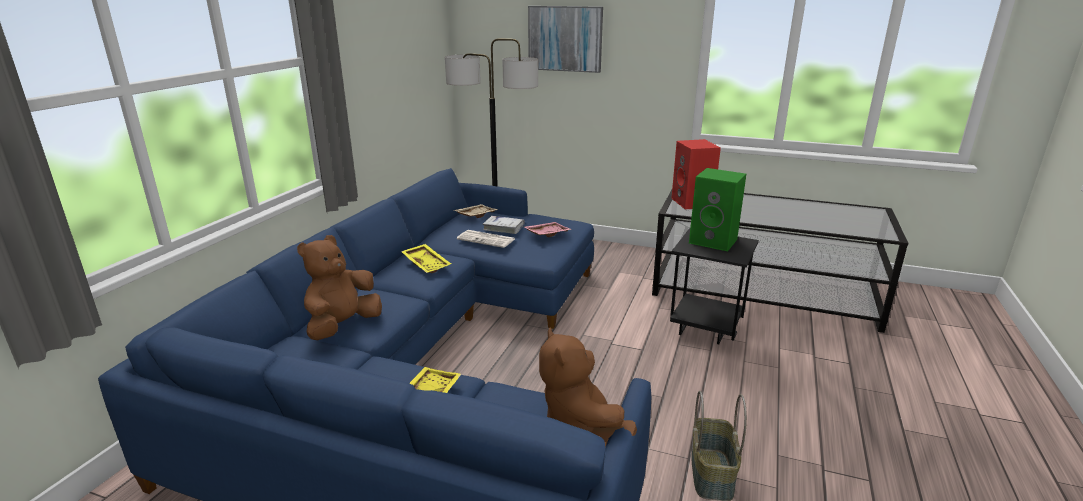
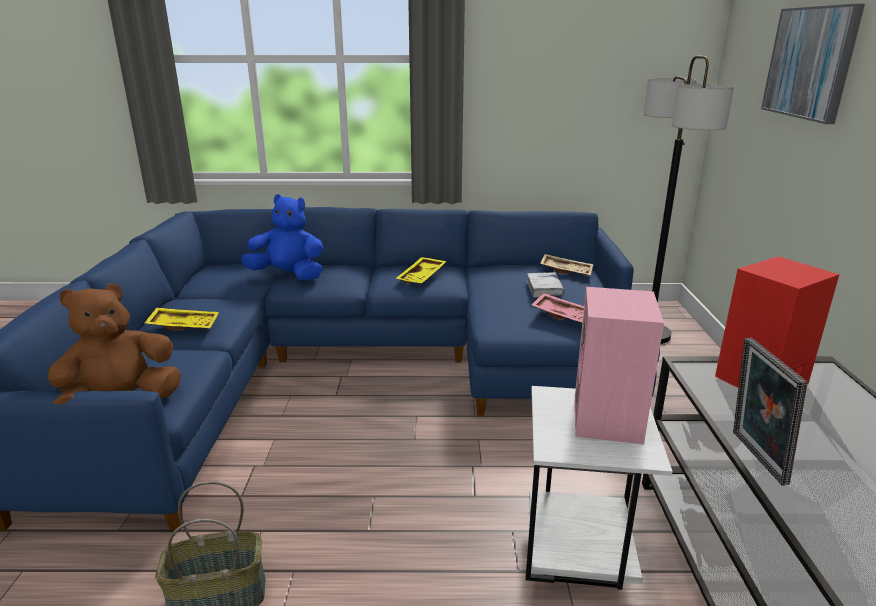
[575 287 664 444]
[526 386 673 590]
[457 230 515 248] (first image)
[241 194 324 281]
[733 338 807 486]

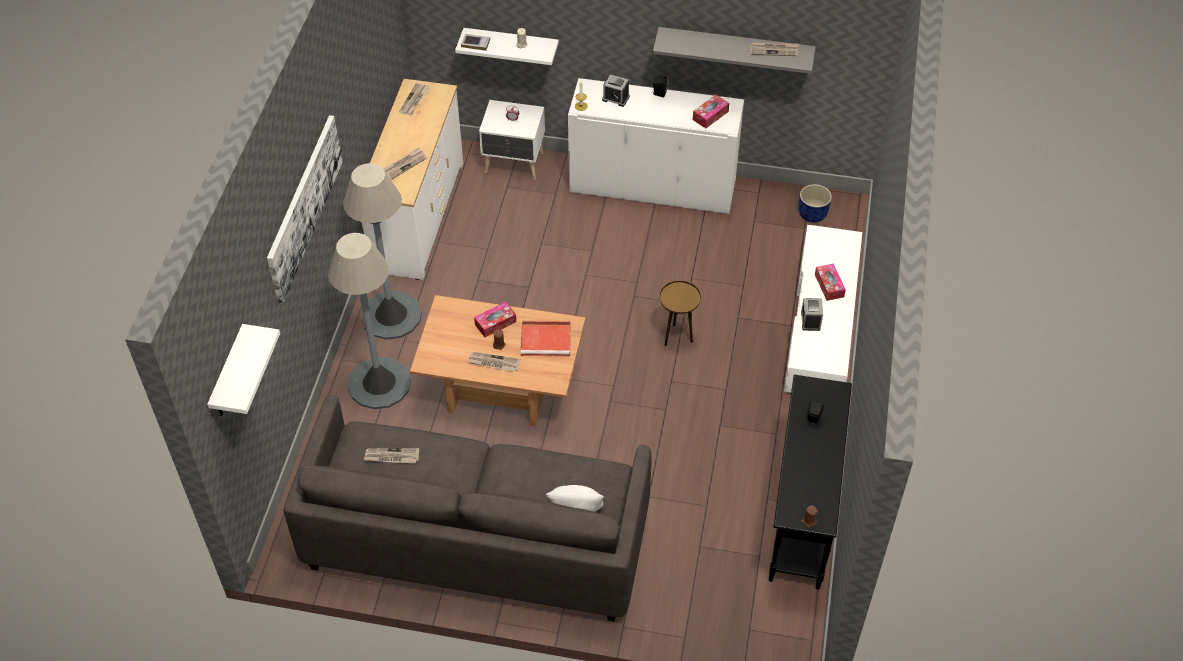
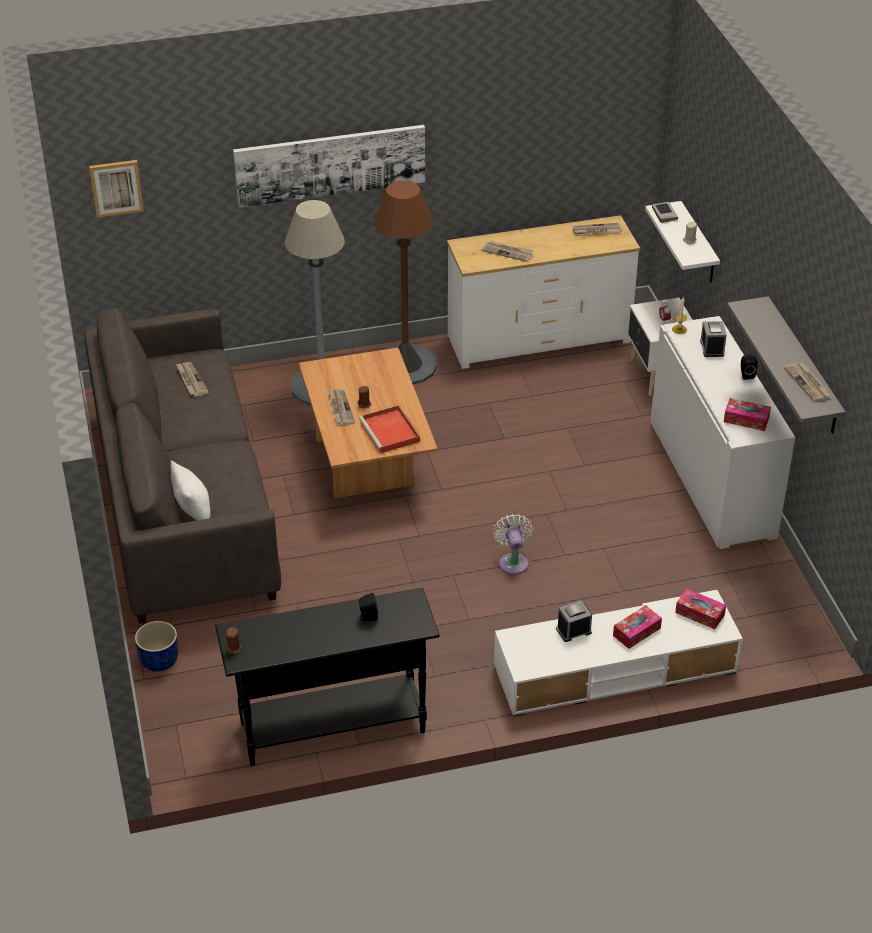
[374 181 437 385]
[135 621 178 672]
[493 514 533 575]
[675 589 726 629]
[89 160 144 218]

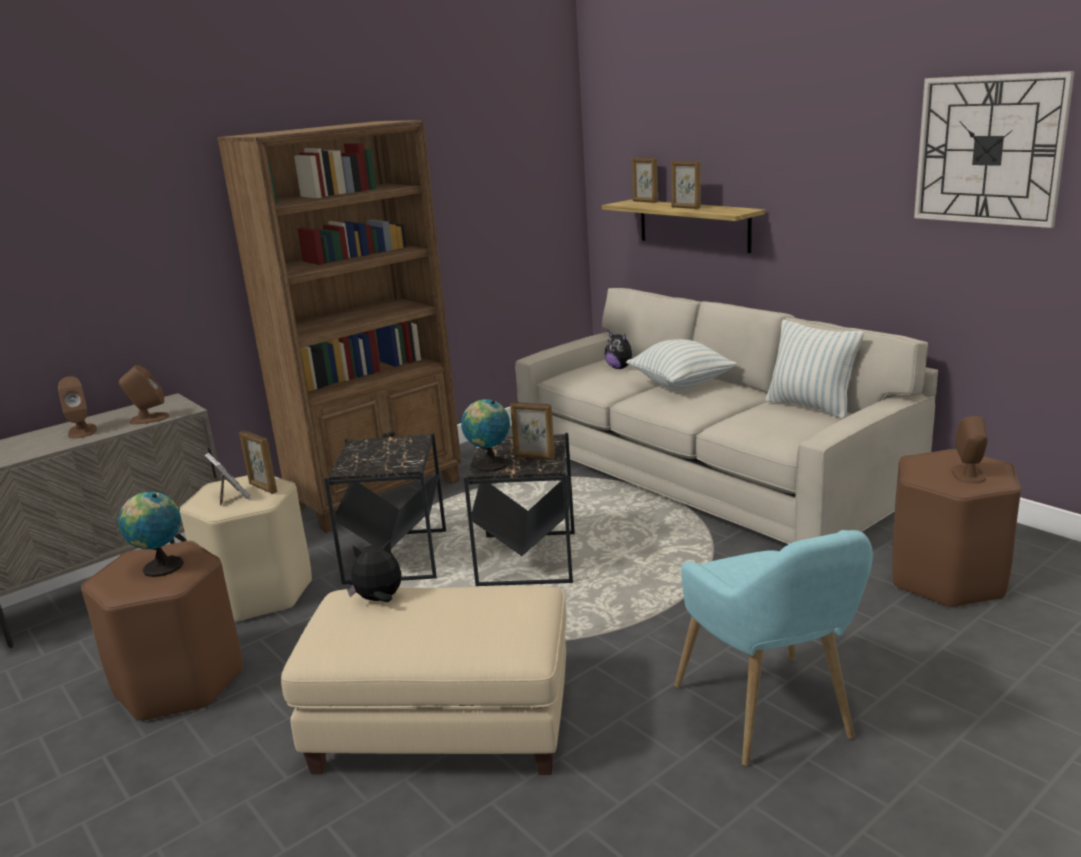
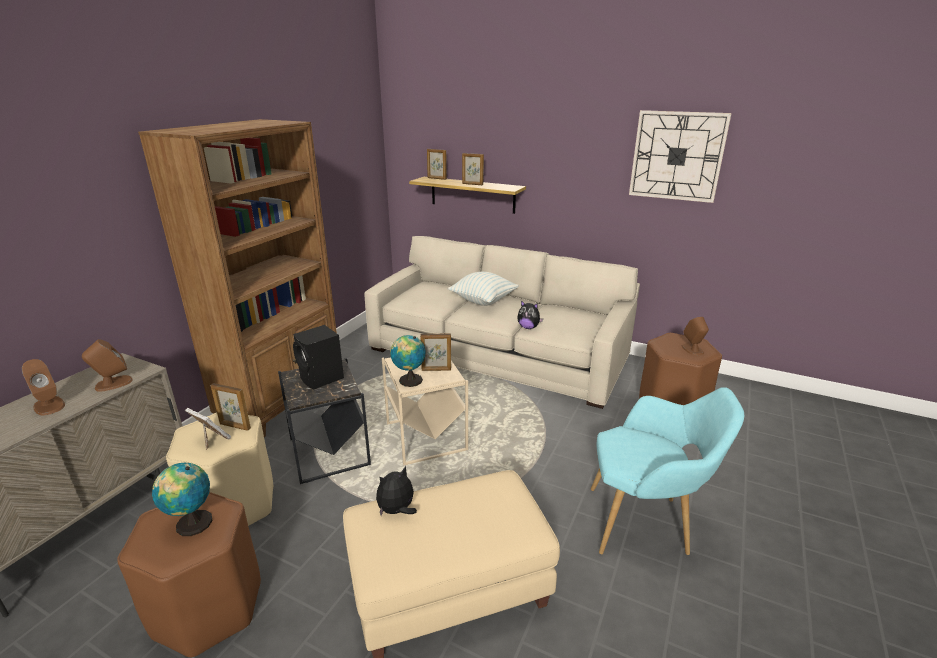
[766 320 864 419] (first image)
[517 301 544 329]
[382 357 468 465]
[591 387 744 555]
[293 325 344 390]

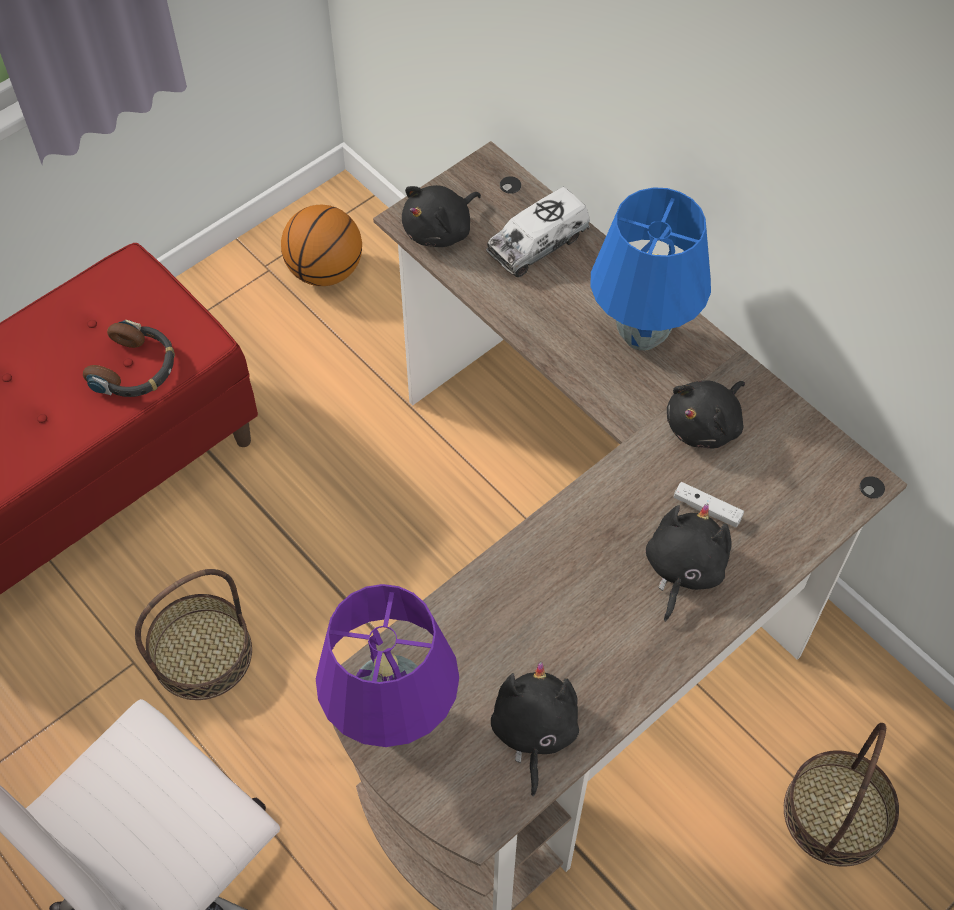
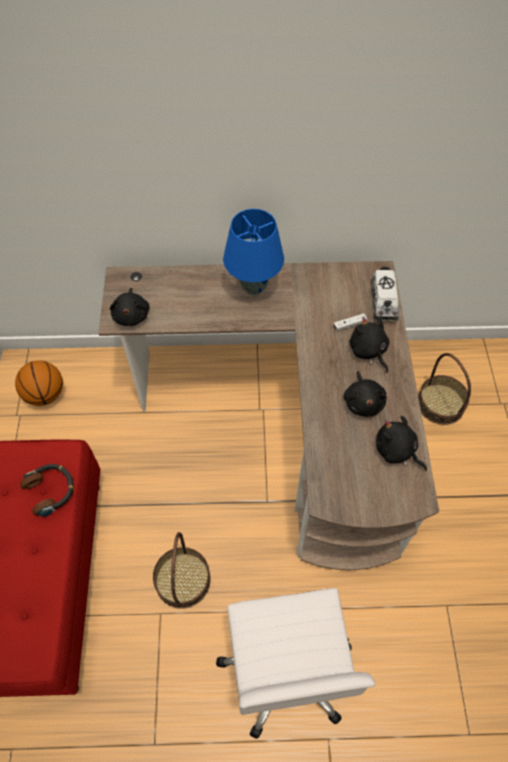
[371 270 399 322]
[344 371 387 417]
[316 584 459 747] (first image)

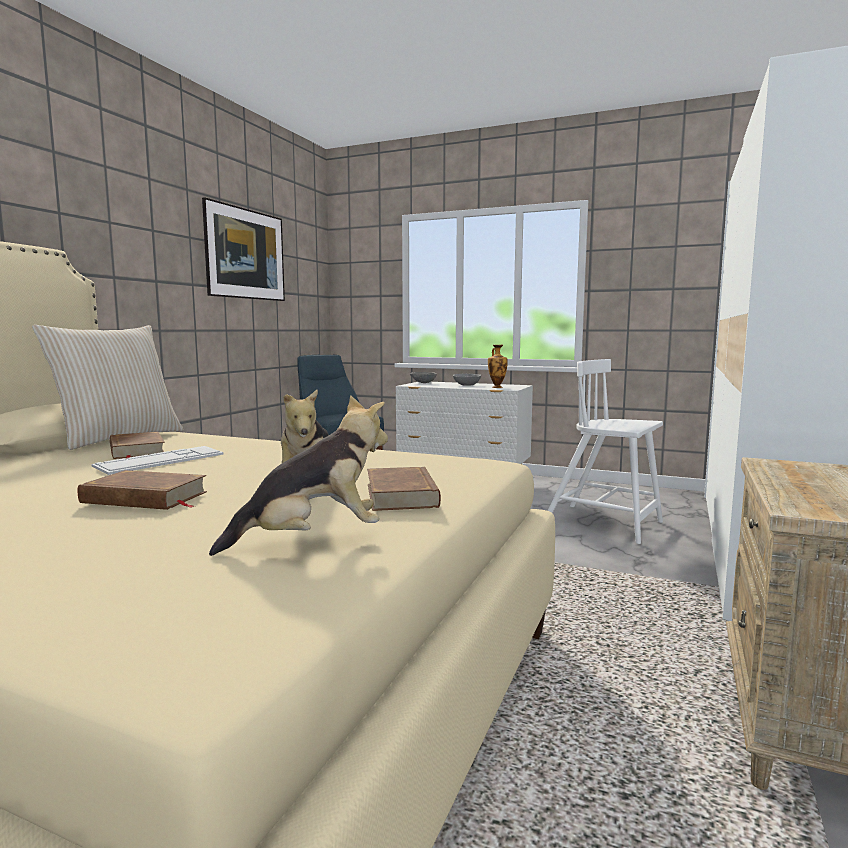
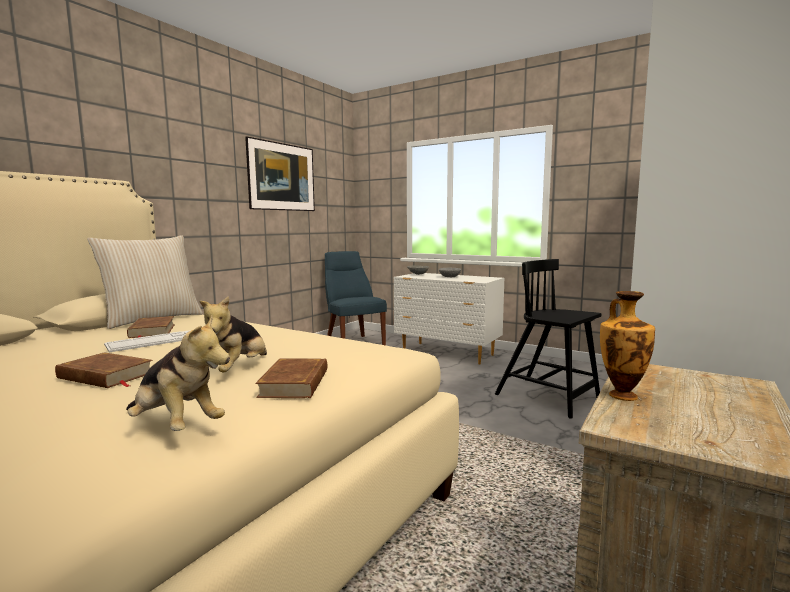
[600 291 655 401]
[495 259 602 419]
[126 315 230 431]

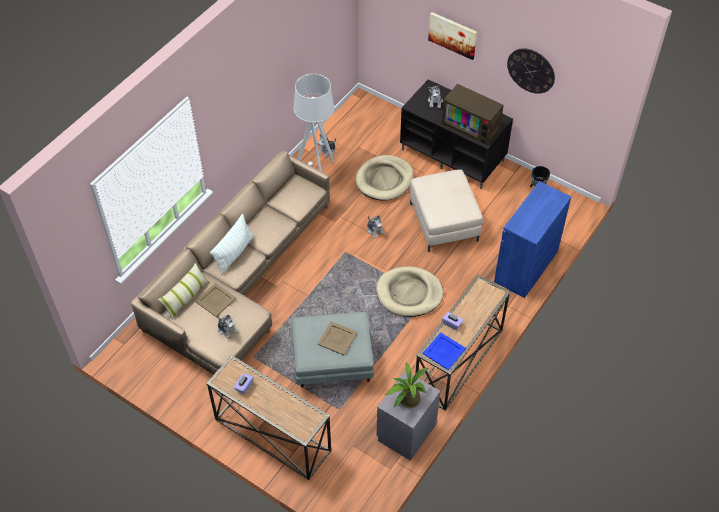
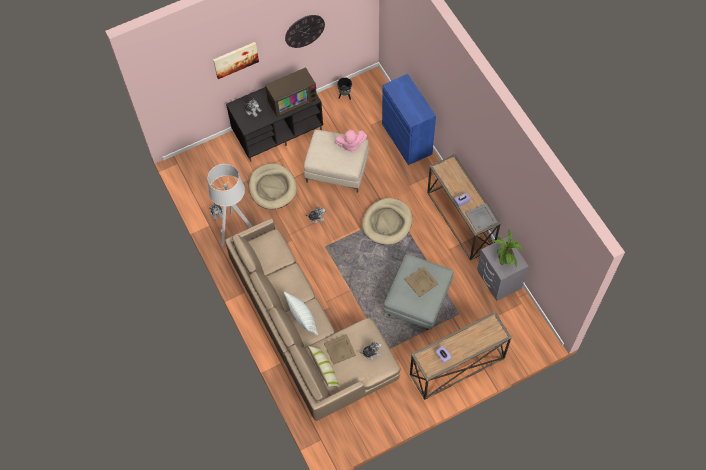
[465 203 498 232]
[335 130 367 153]

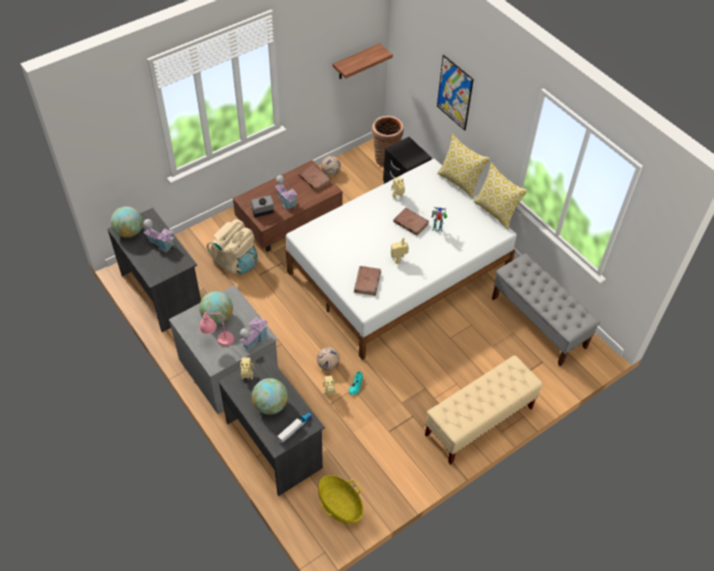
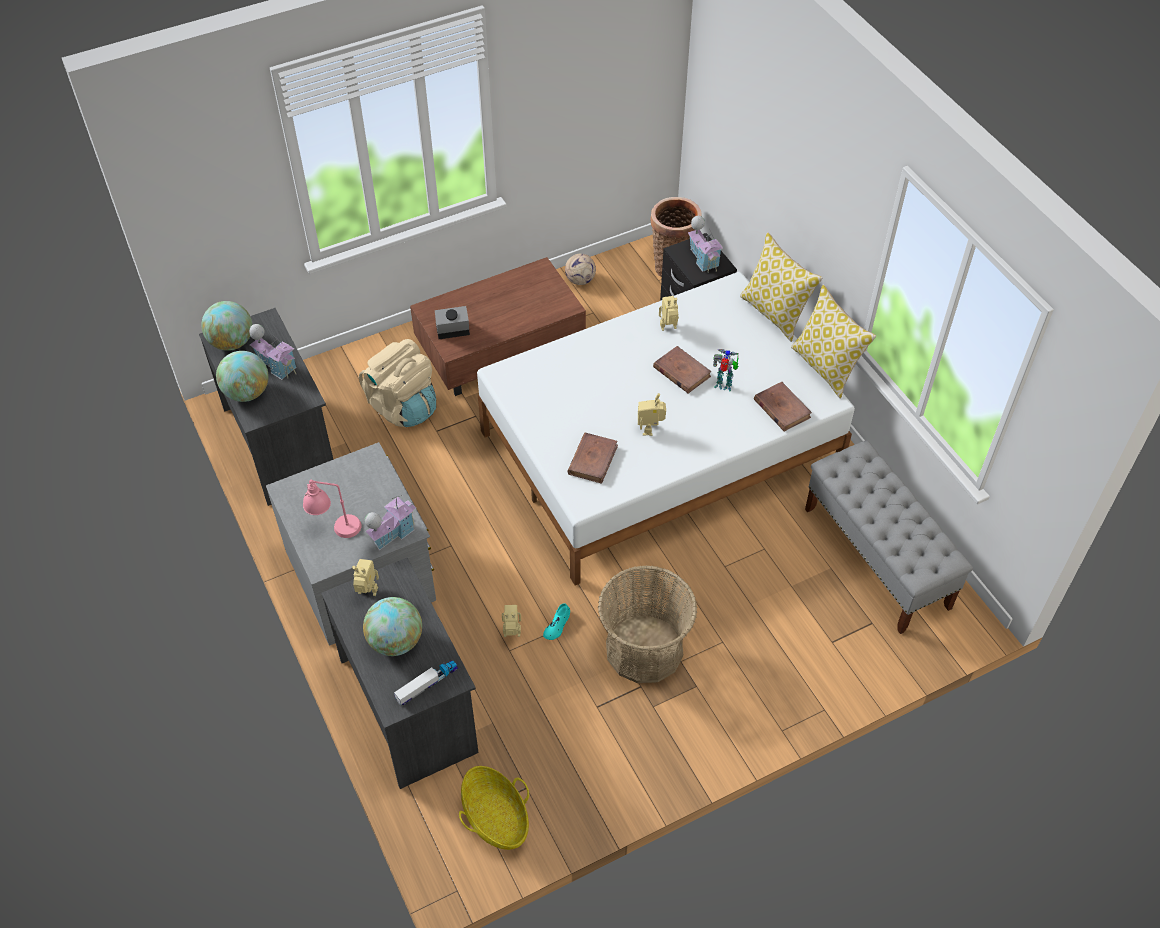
[333 43 393 79] (first image)
[437 55 474 131] (first image)
[754 382 812 431]
[688 216 723 272]
[216 351 269 402]
[317 347 340 370] (first image)
[425 355 542 465] (first image)
[598 565 697 683]

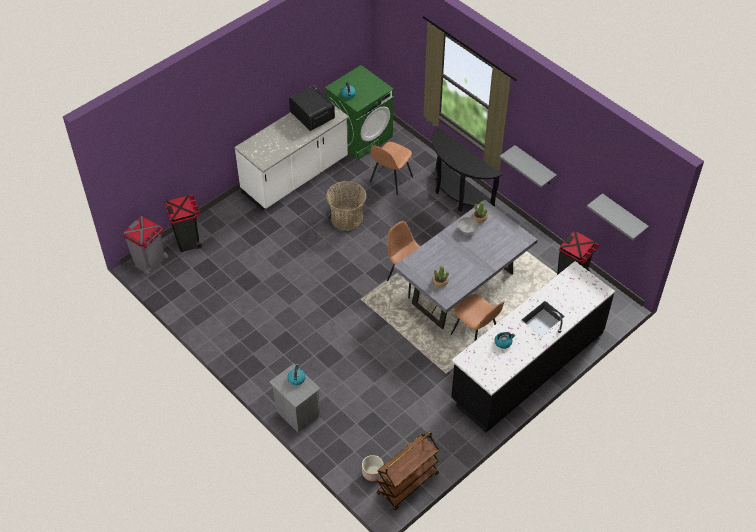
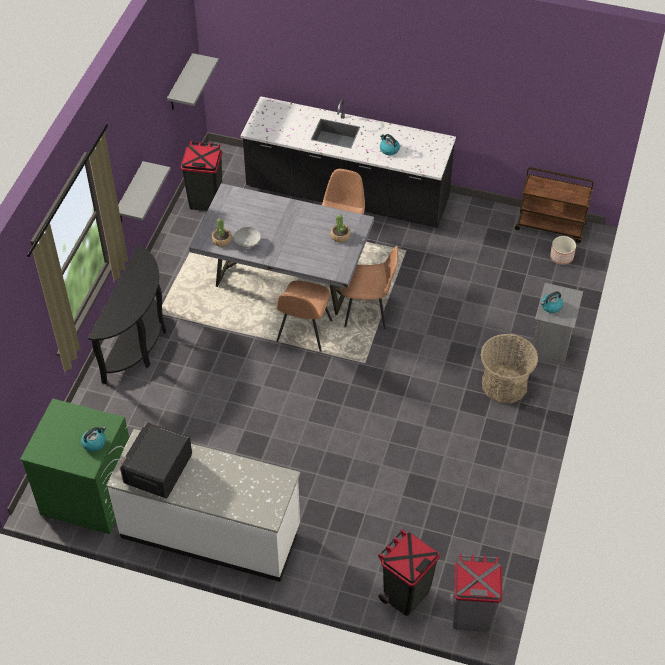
[340 246 398 329]
[480 334 538 404]

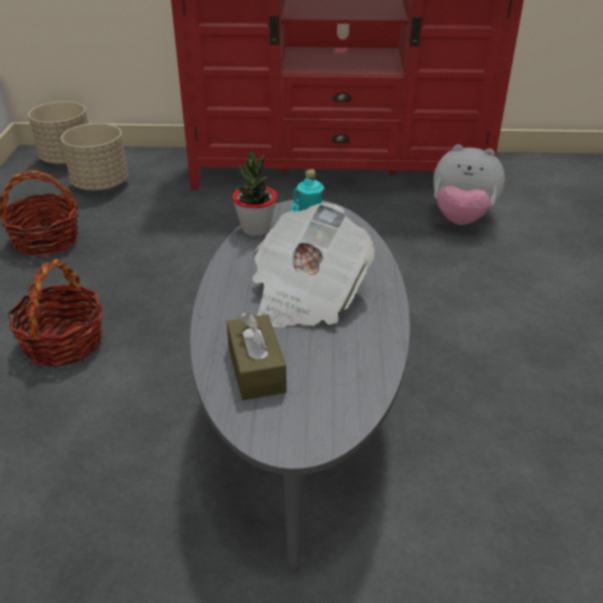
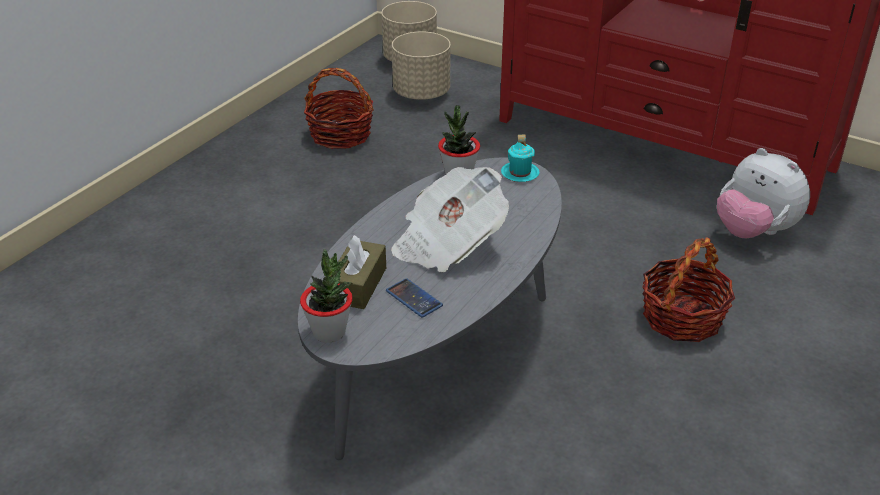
[642 237 735 342]
[300 249 353 343]
[386 278 443 318]

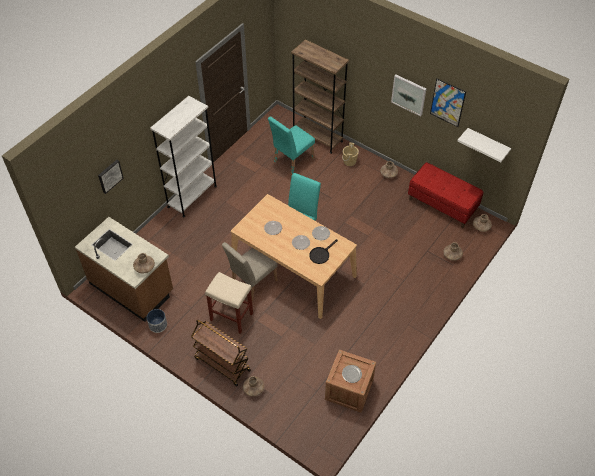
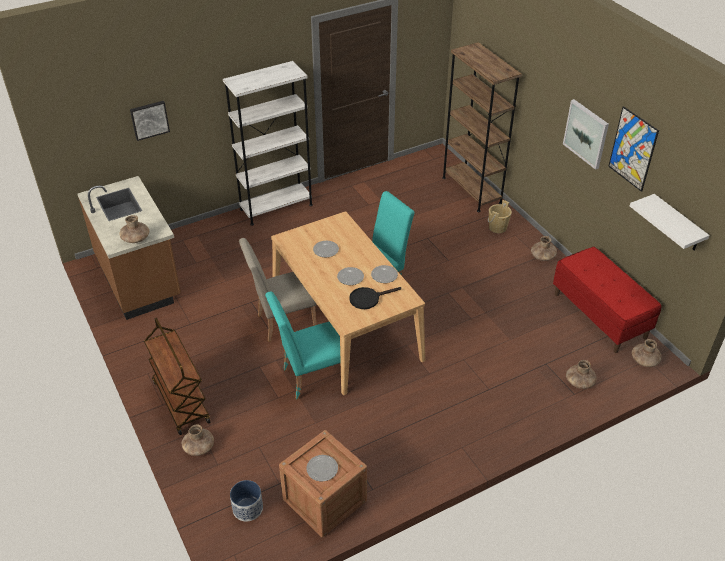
[265 291 341 400]
[205 272 253 334] (first image)
[230 480 263 521]

